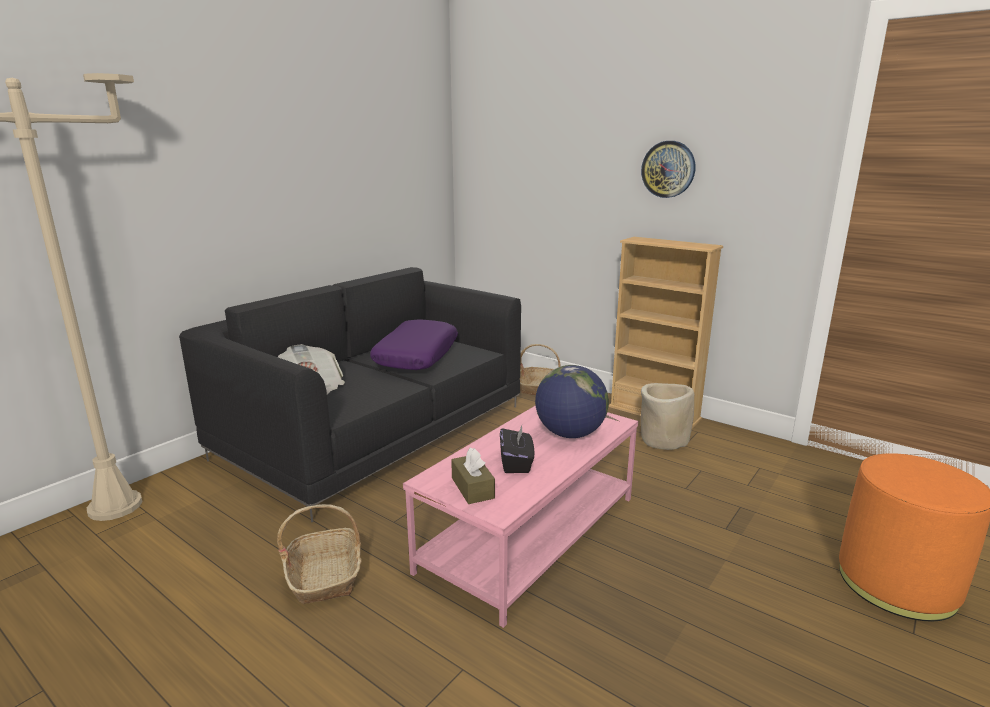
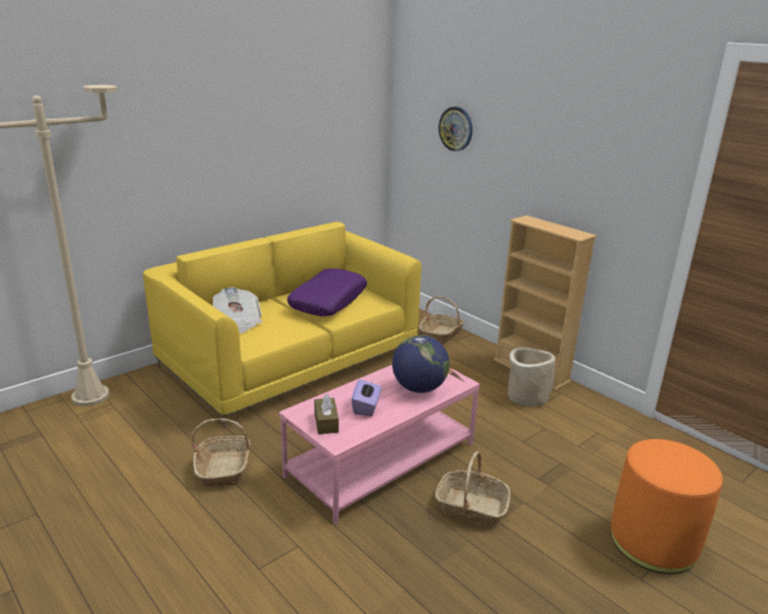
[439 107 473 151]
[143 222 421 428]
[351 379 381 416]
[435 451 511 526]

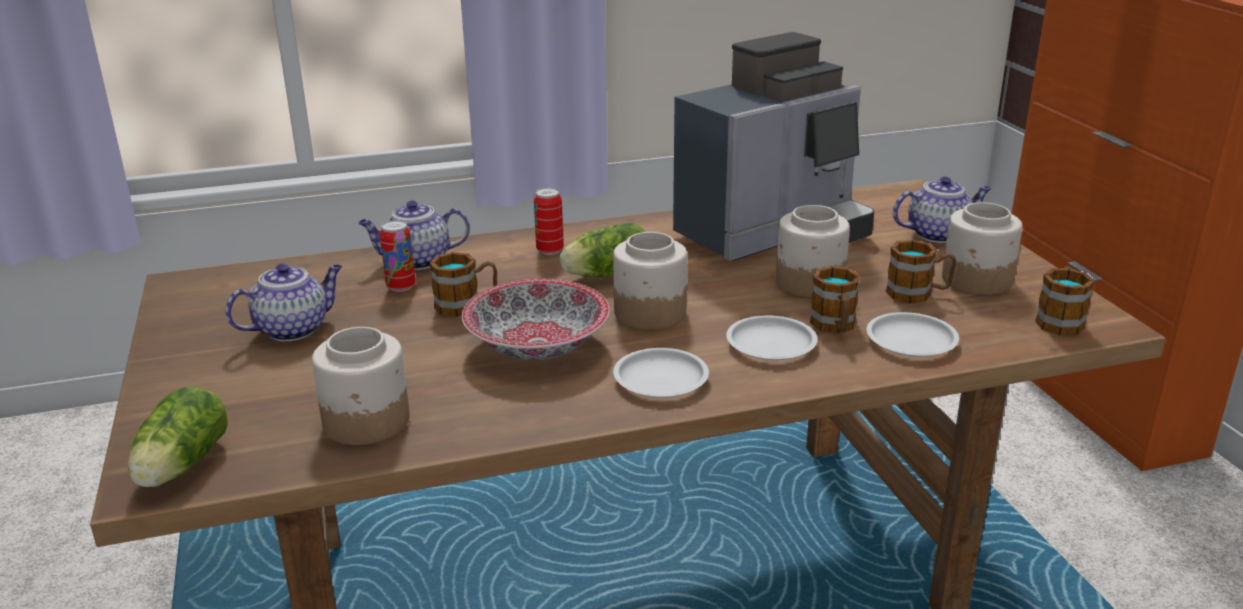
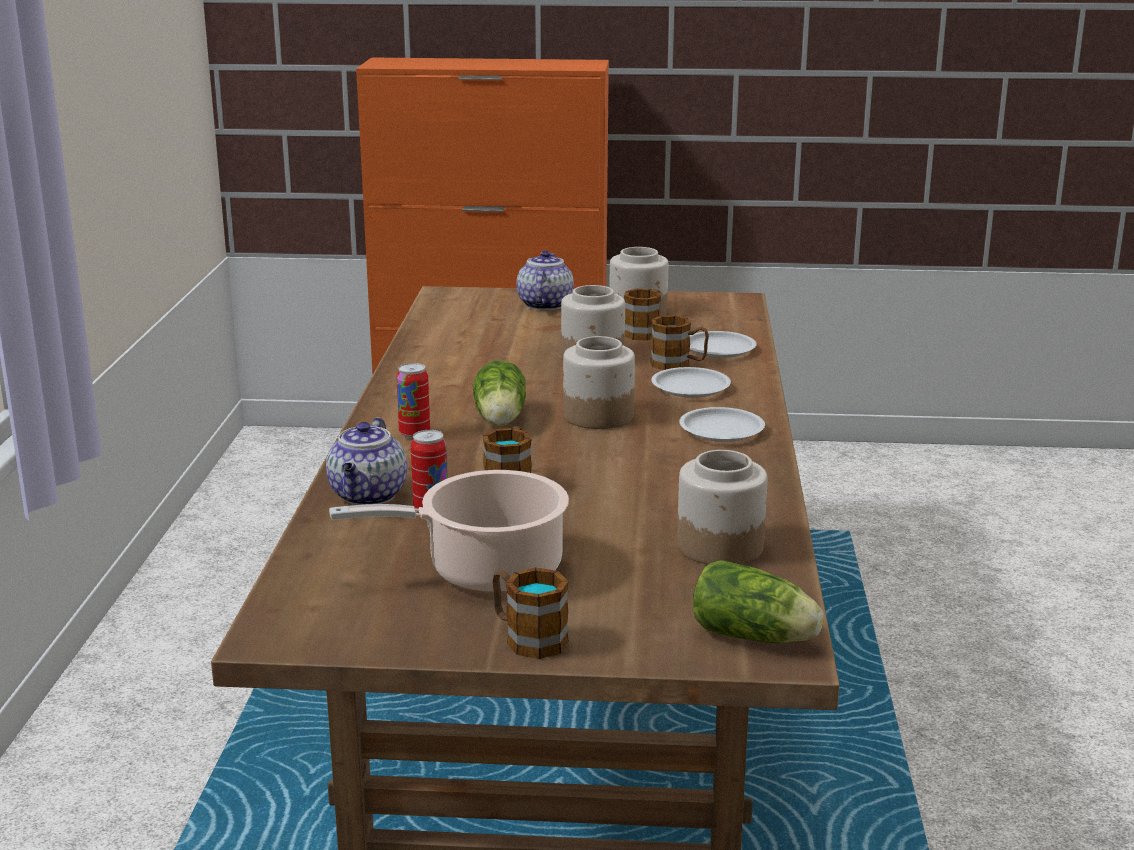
[673 32 874 261] (first image)
[329 470 569 593]
[492 567 569 659]
[462 279 610 360] (first image)

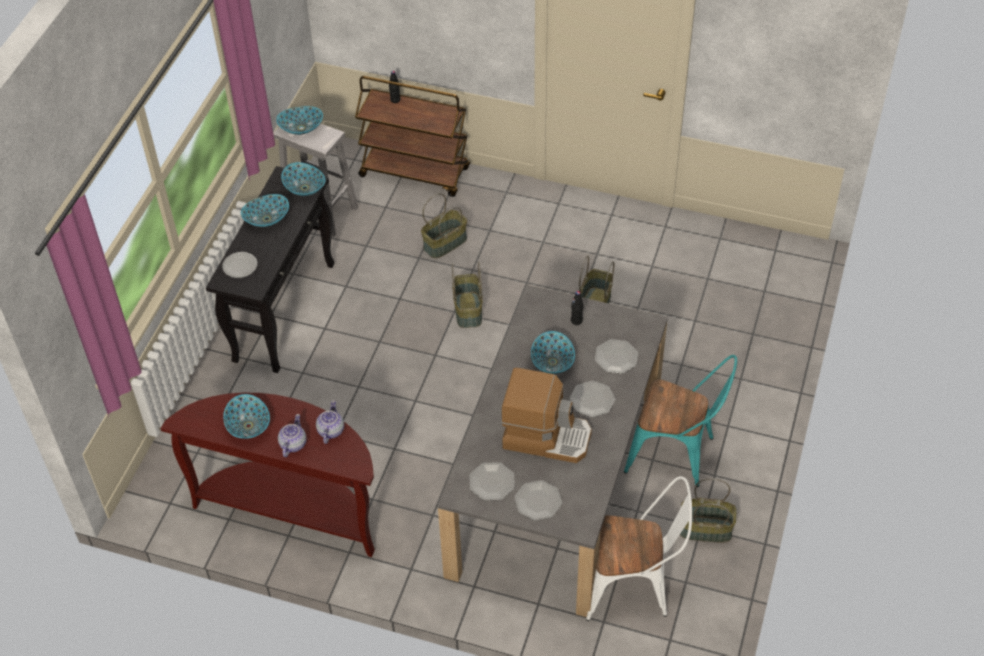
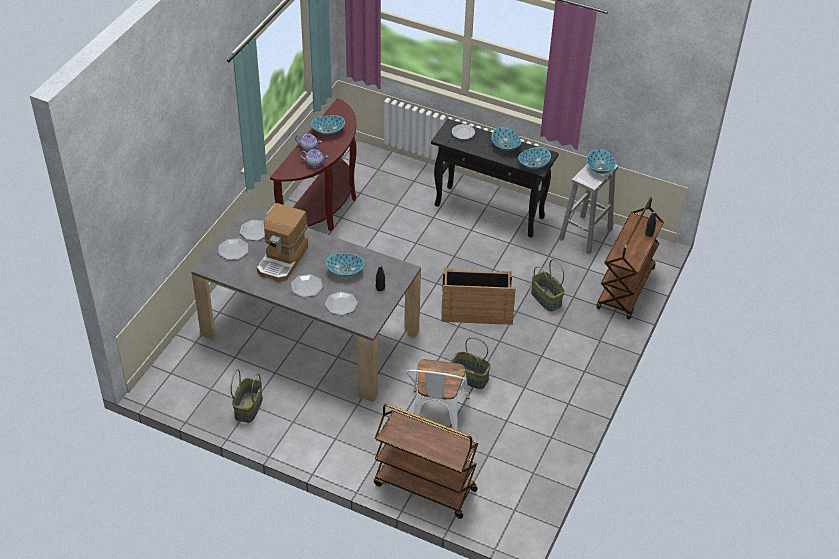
[441 268 515 325]
[624 355 737 487] (first image)
[406 359 470 435]
[374 404 479 519]

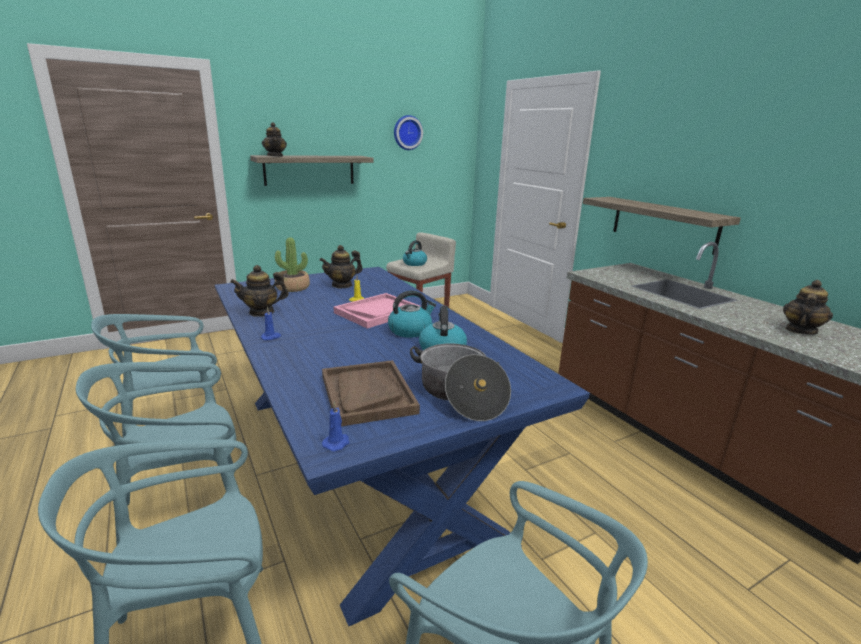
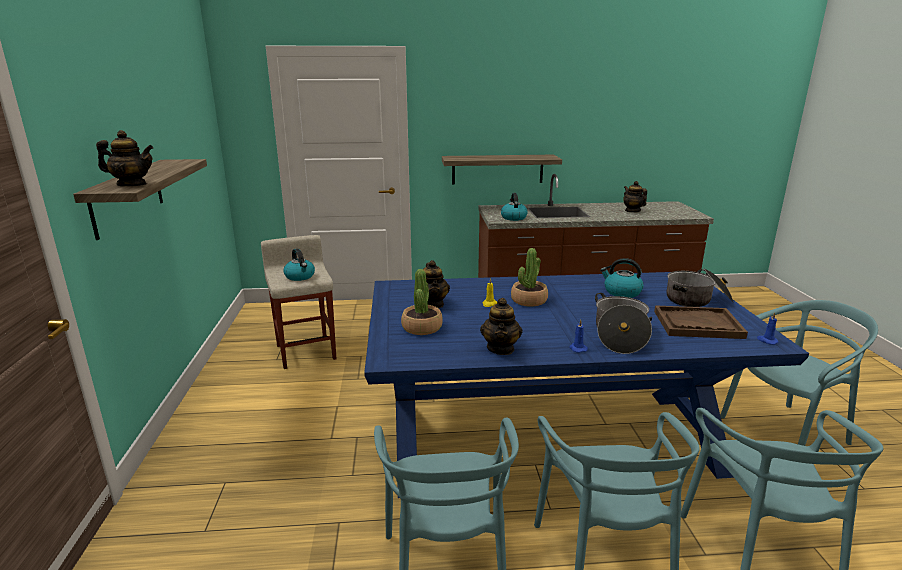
[394 115 423 150] (first image)
[501 193 528 221]
[511 248 548 307]
[595 293 652 354]

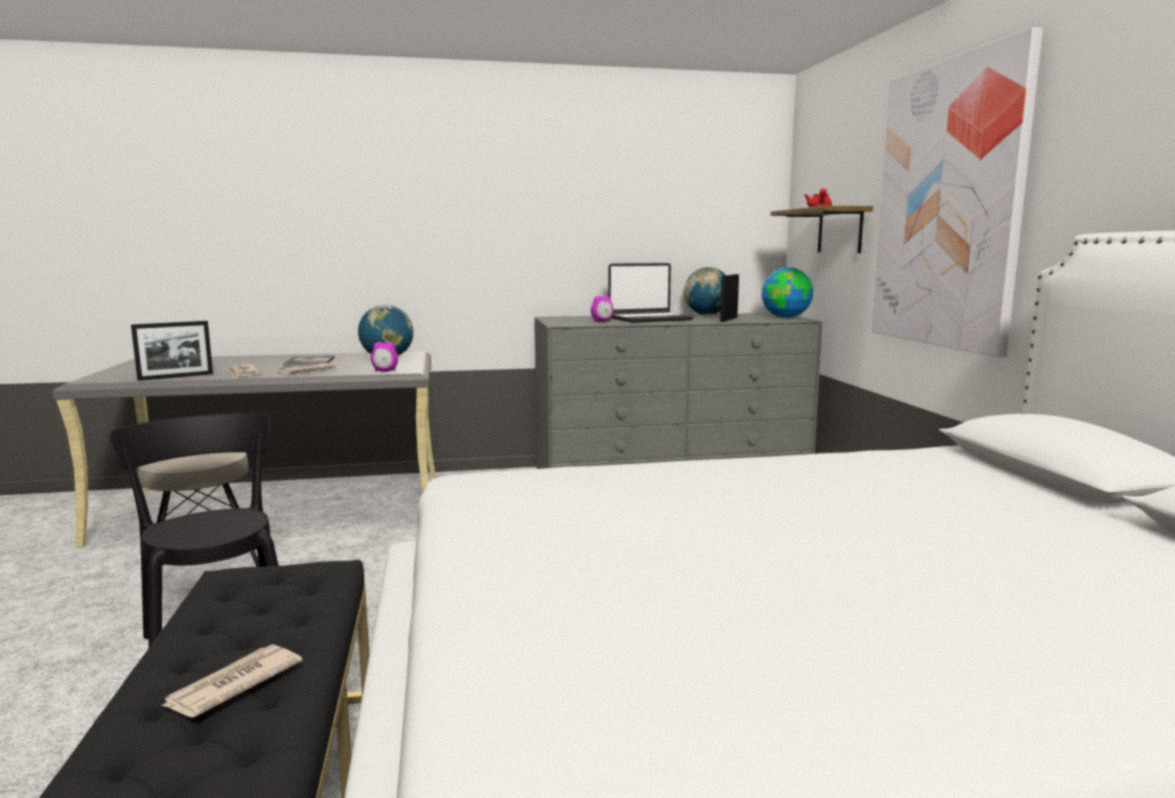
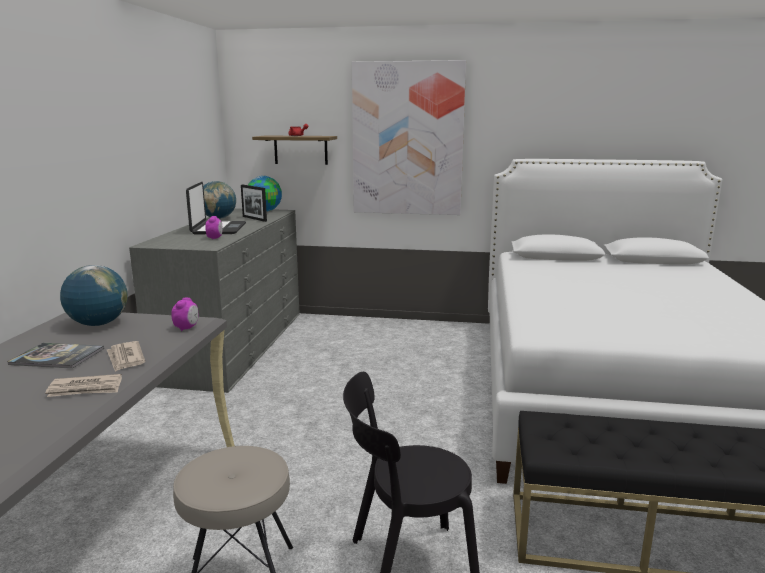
[131 321 213 381] (first image)
[161 644 302 718] (first image)

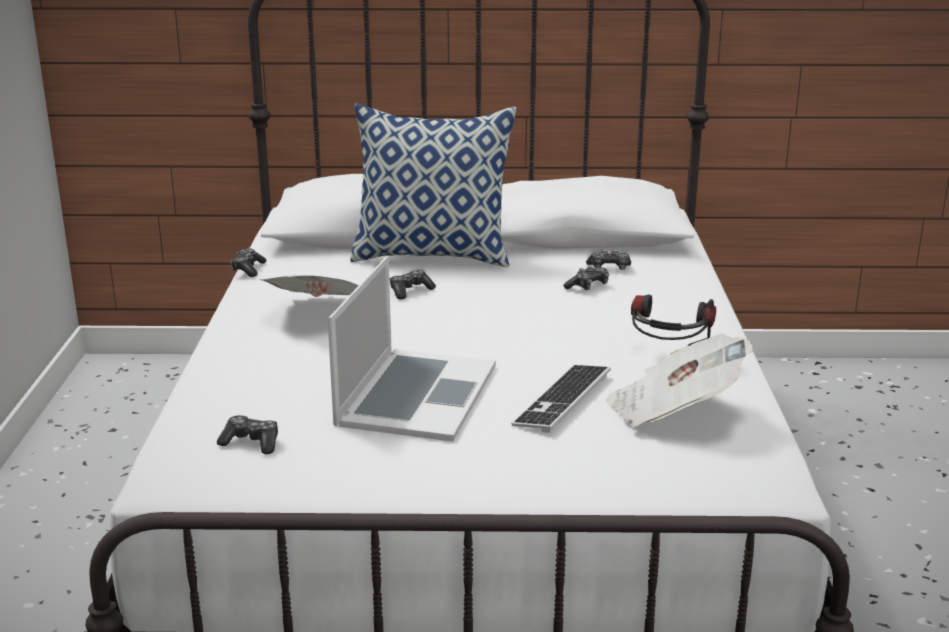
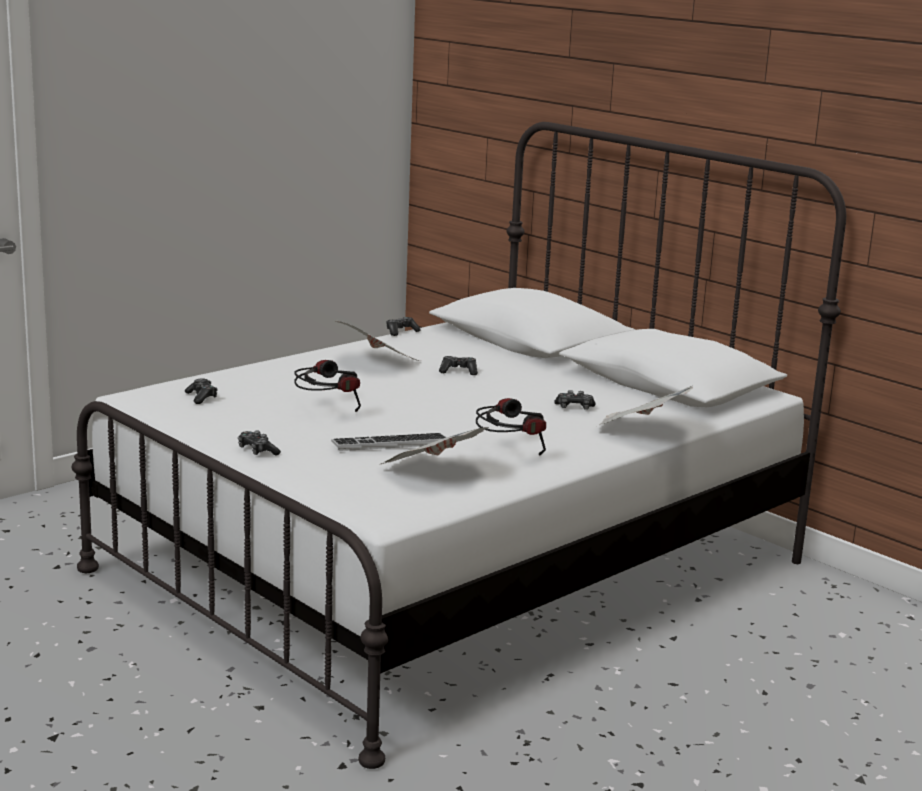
[351 104 516 267] (first image)
[238 431 281 456]
[294 360 361 412]
[599 386 693 425]

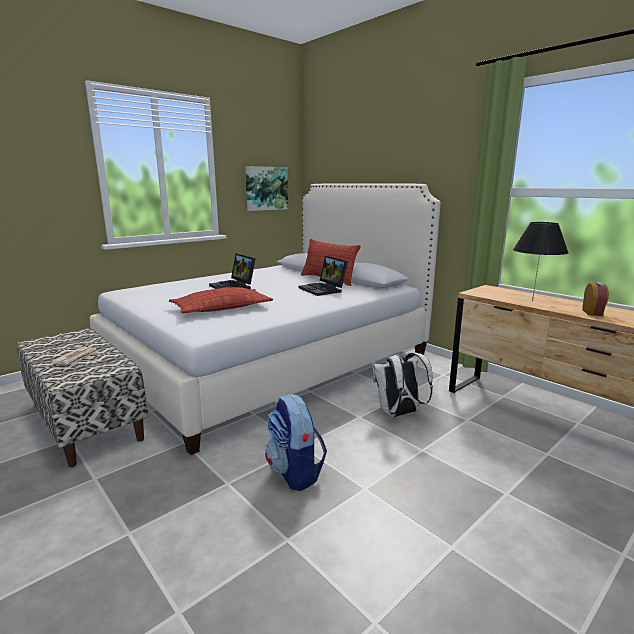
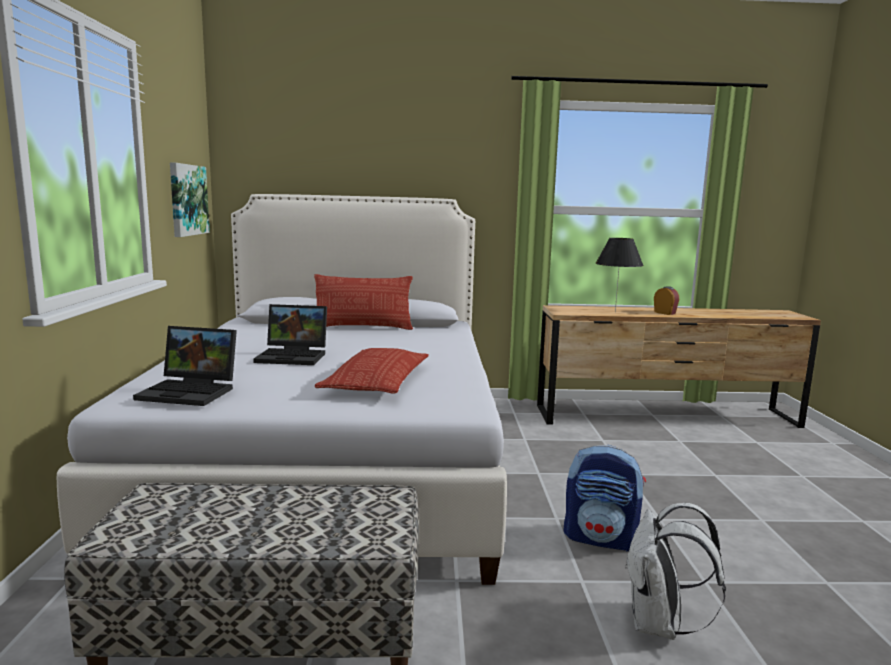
[133 326 237 406]
[51 347 99 365] (first image)
[625 503 726 640]

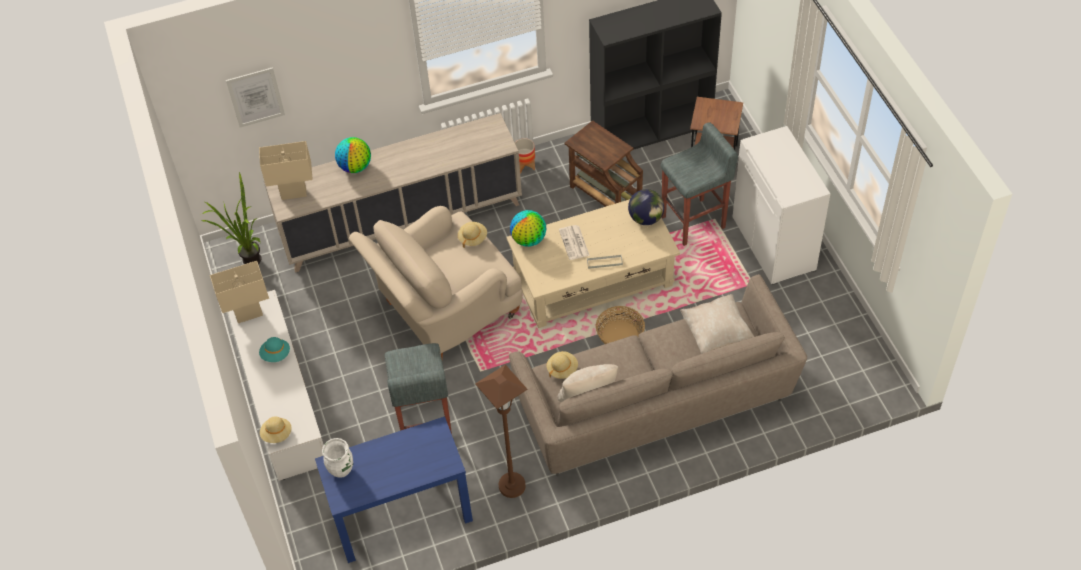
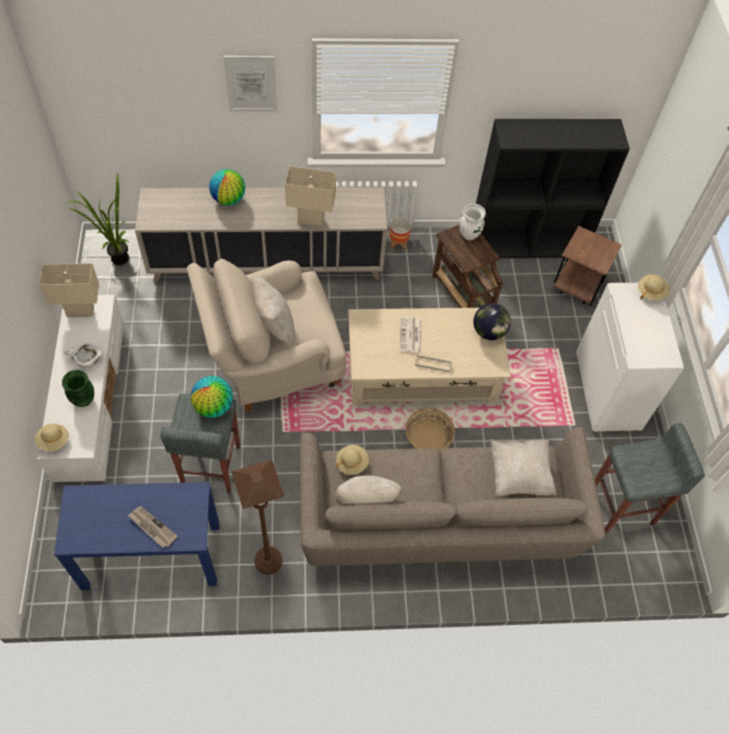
[223 56 277 112]
[595 423 705 533]
[285 166 336 227]
[191 376 233 418]
[638 274 670 301]
[64 343 103 367]
[460 204 486 240]
[253 276 295 346]
[62 370 94 407]
[127 506 178 548]

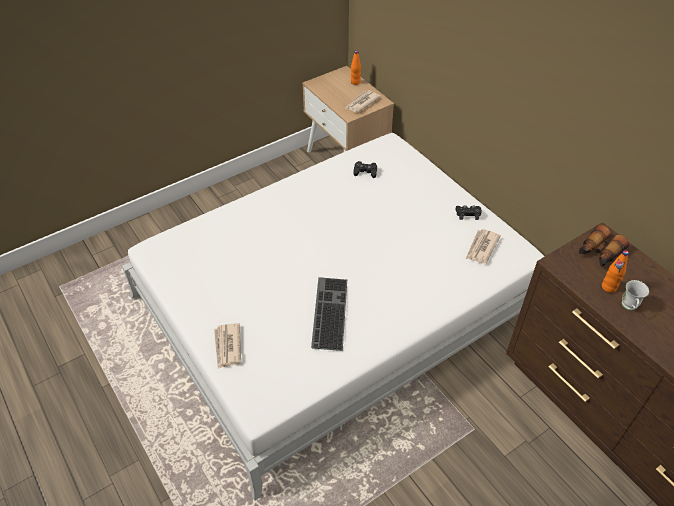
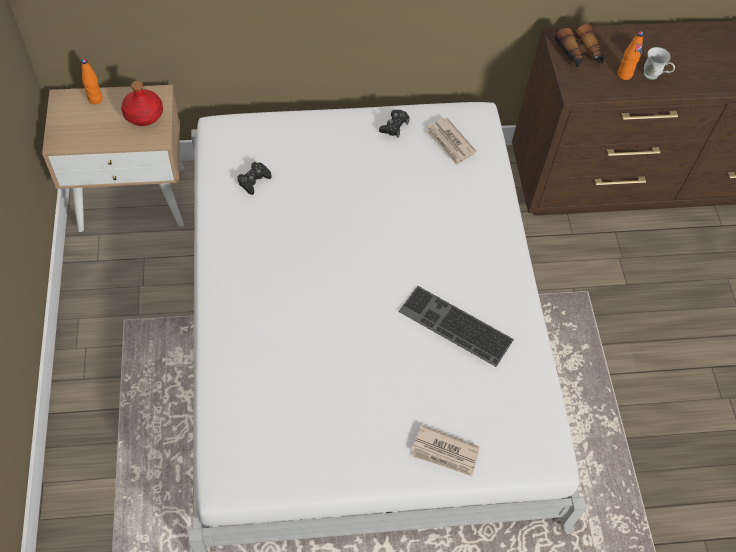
[121 81 163 126]

